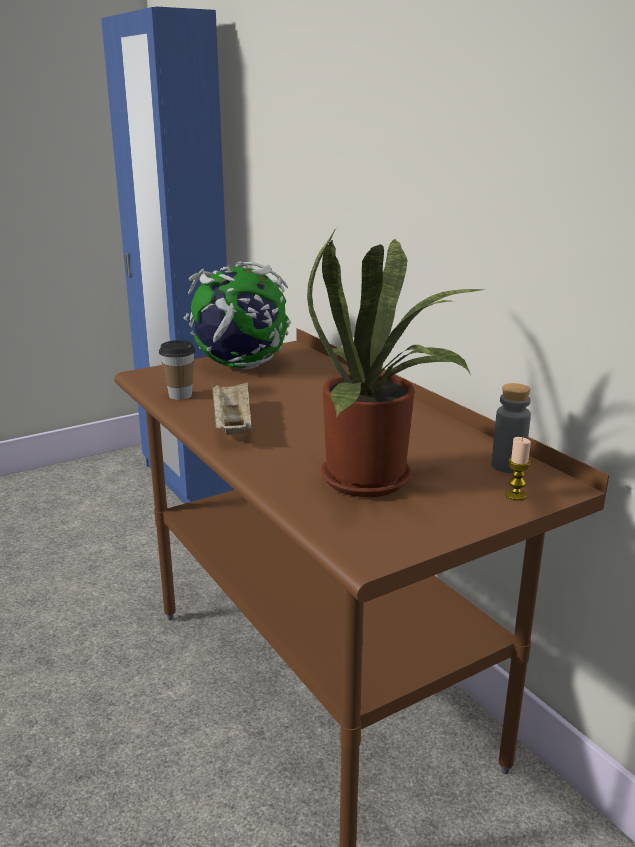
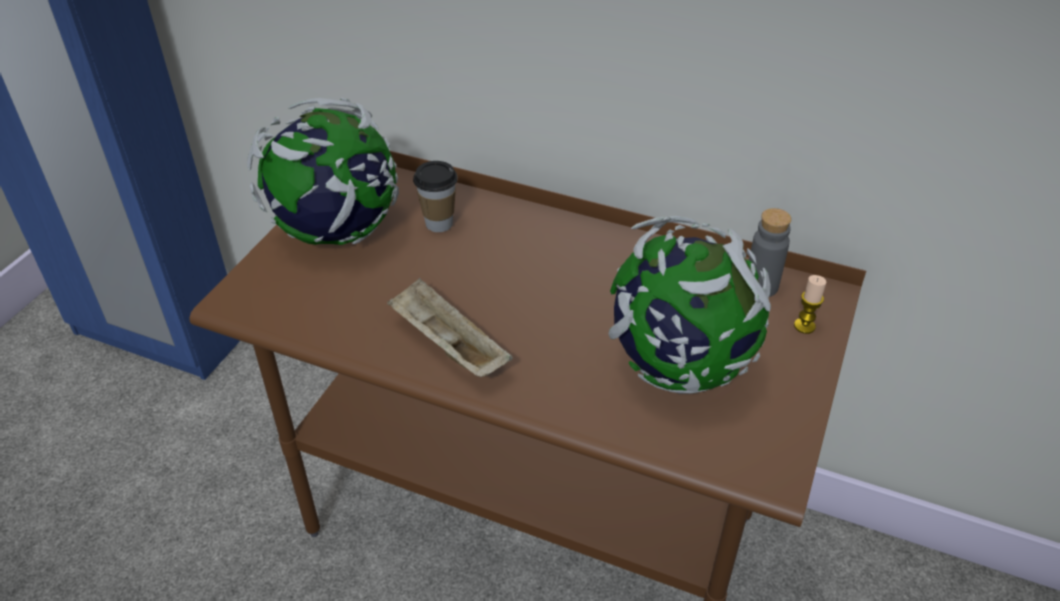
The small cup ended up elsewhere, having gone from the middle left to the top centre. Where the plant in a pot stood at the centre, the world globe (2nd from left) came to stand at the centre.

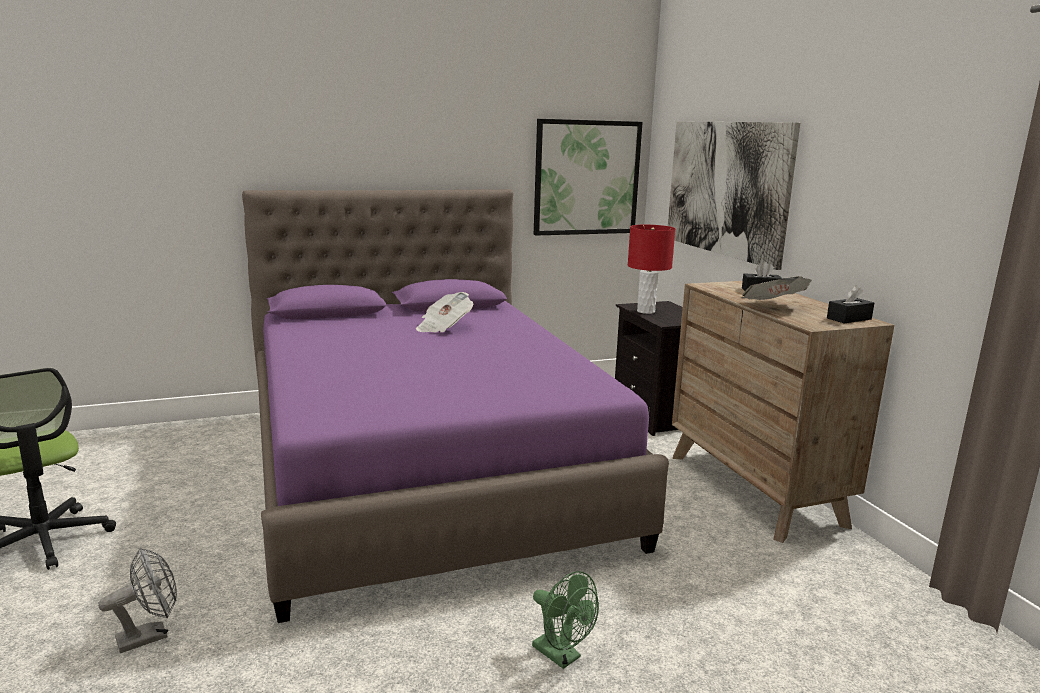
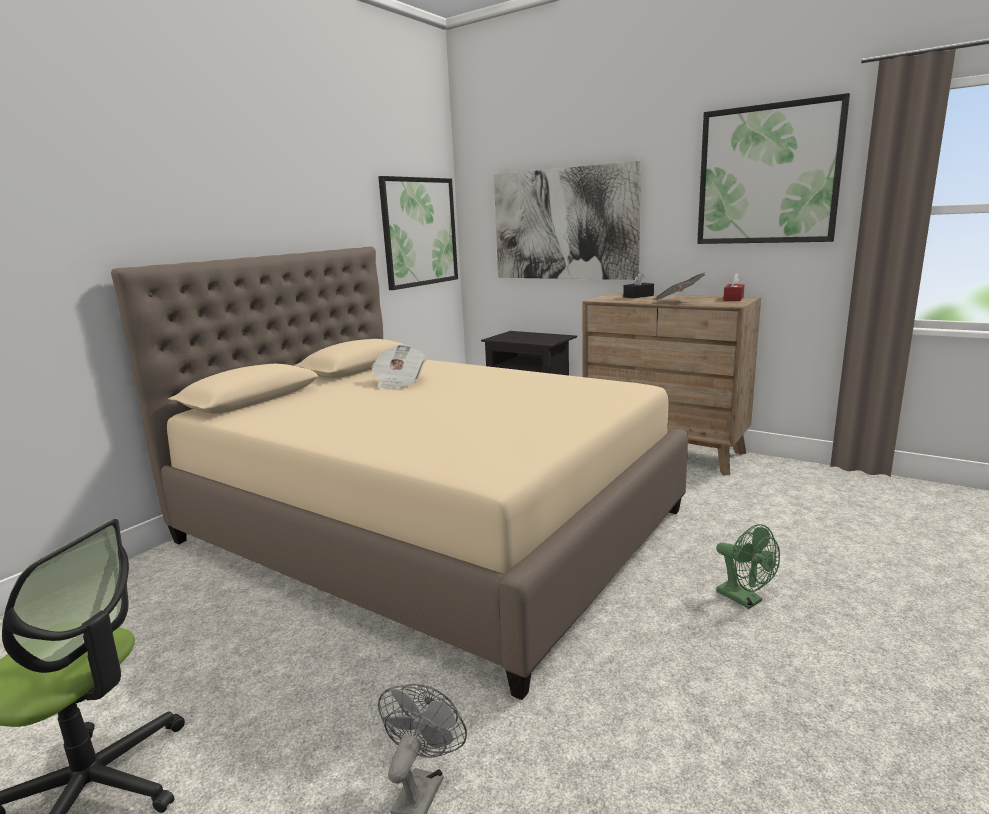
The second view lost the red-coloured lamp for a table at the centre. The second view gained the picture (3rd from left) at the top right. What was the purple-coloured bedroom bed at the centre turned into the sand-coloured bedroom bed at the centre. What was the black box of tissues (2nd from left) at the middle right turned into the red-coloured box of tissues at the middle right. The green fan at the bottom centre ended up facing another way, 45 degrees clockwise from before.

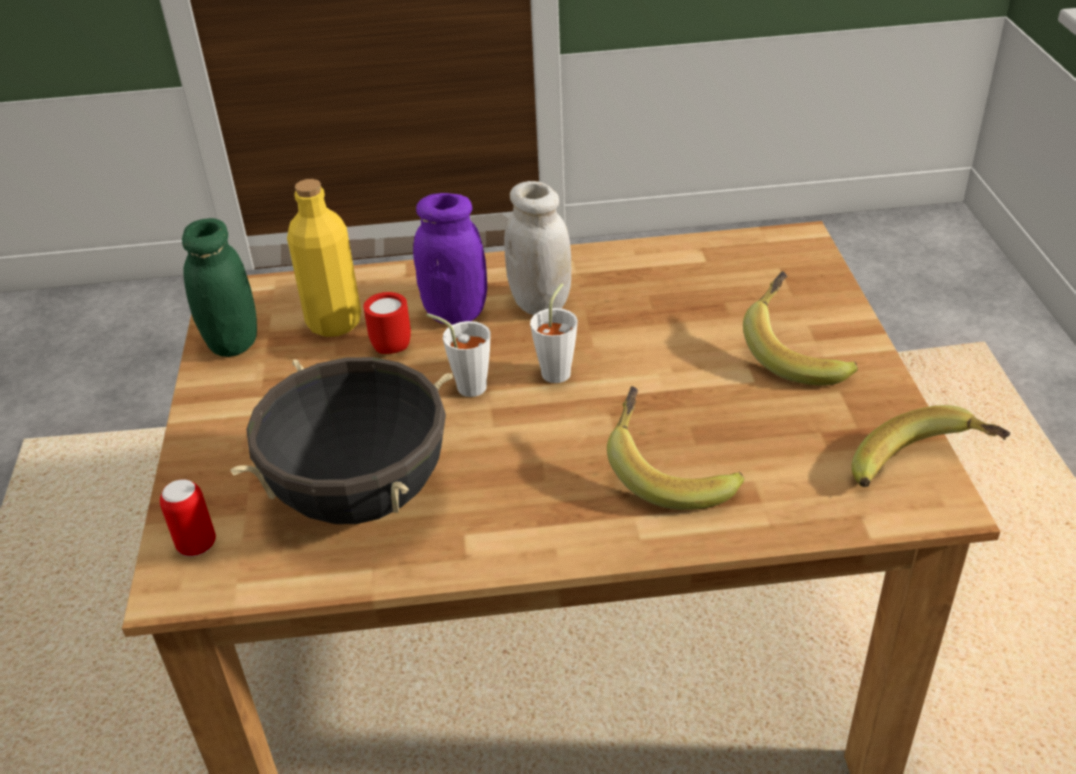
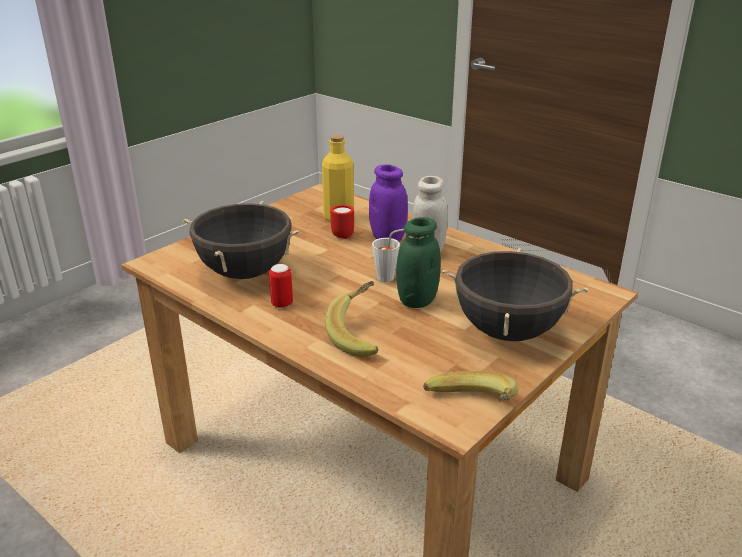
The second view lost the white small cup (1st from left) at the centre. The can ended up elsewhere, having gone from the bottom left to the centre. The green storage jar ended up elsewhere, having gone from the middle left to the centre. Where the whole banana (2nd from left) stood at the middle right, the black cooking pot (2nd from left) came to stand at the middle right.

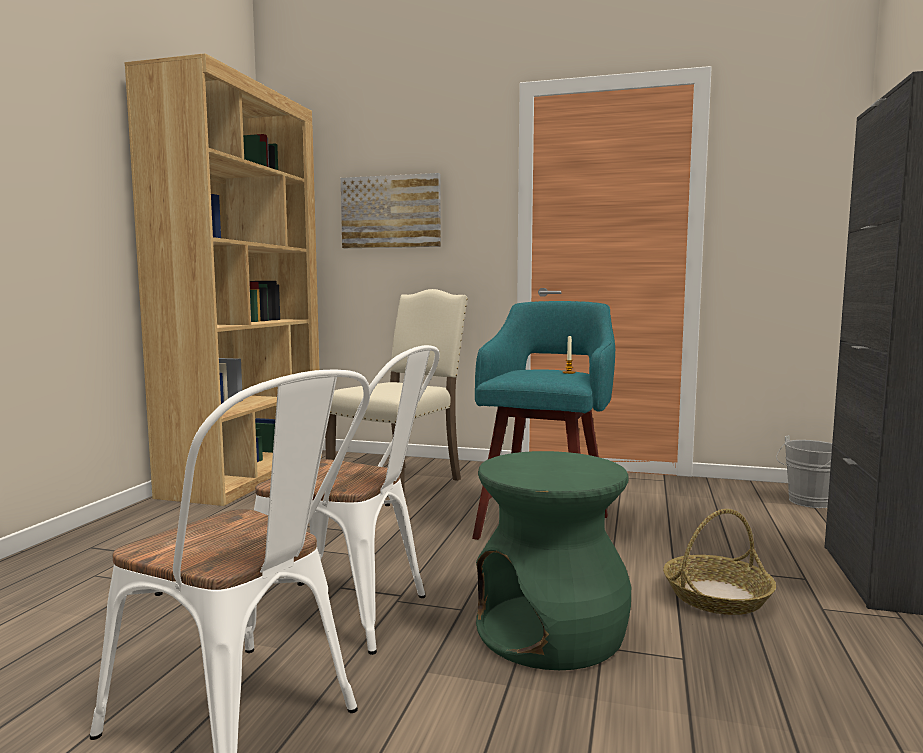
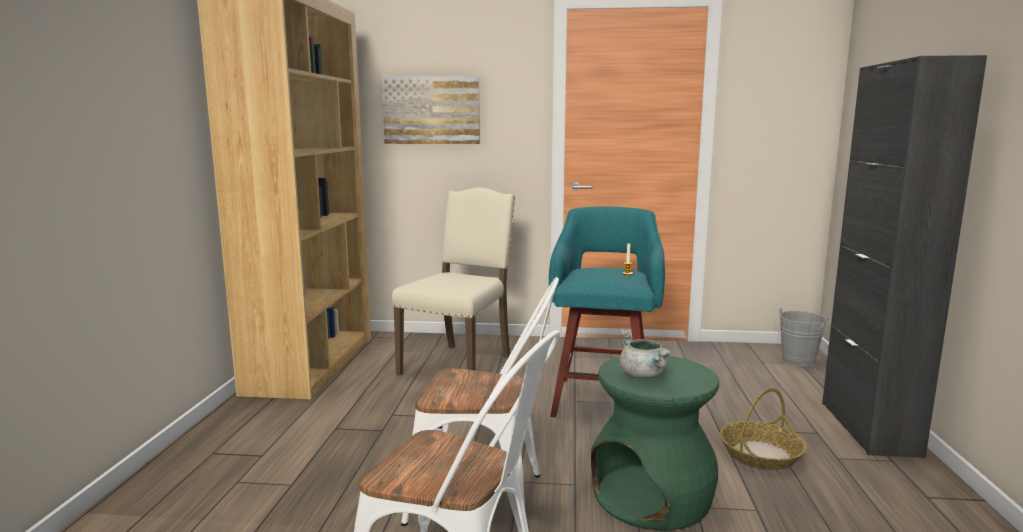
The second view gained the greyish cooking pot at the centre.

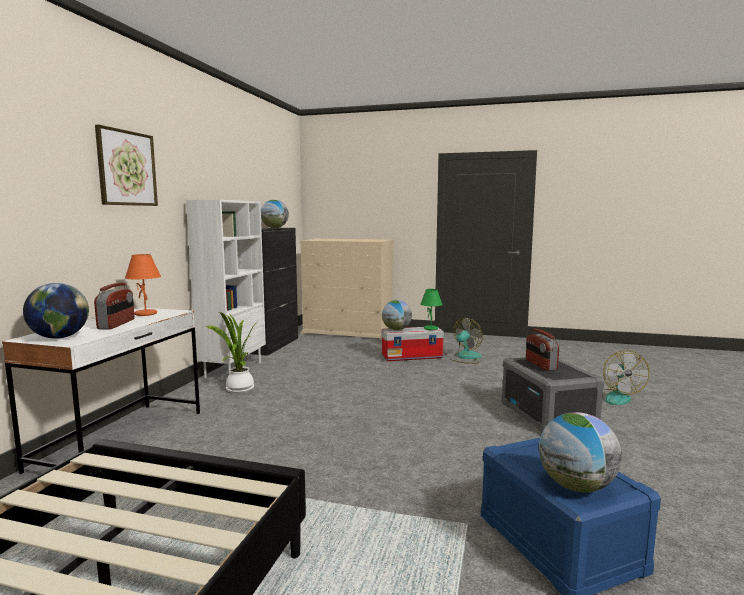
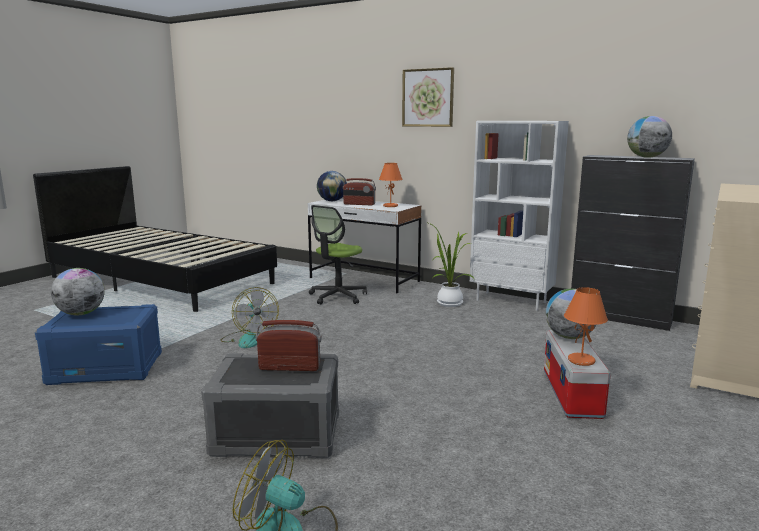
The second view gained the desk chair at the centre. The fan (1st from left) ended up elsewhere, having gone from the centre to the middle left. What was the green lamp for a table at the centre turned into the orange-coloured lamp for a table (2nd from left) at the middle right.

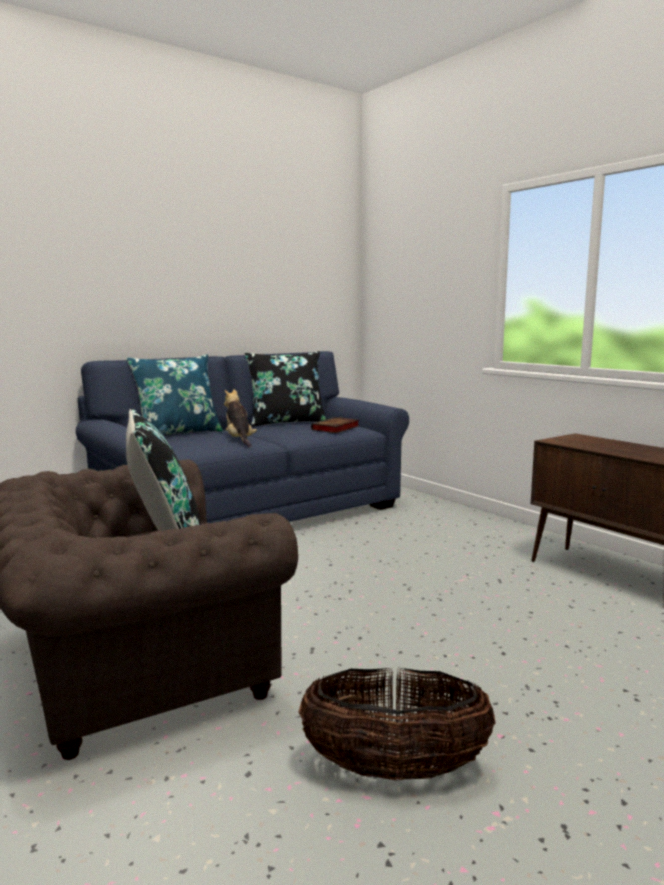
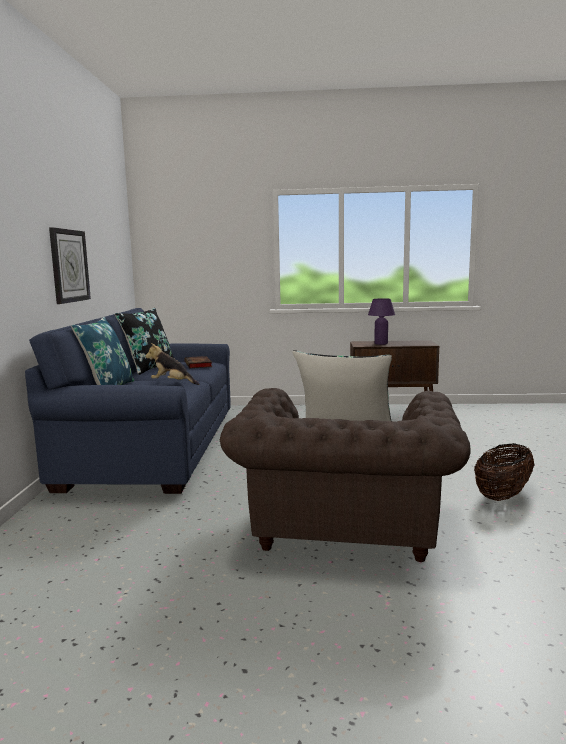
The second view gained the clock on the wall at the middle left. The second view gained the purple-coloured lamp for a table at the middle right.

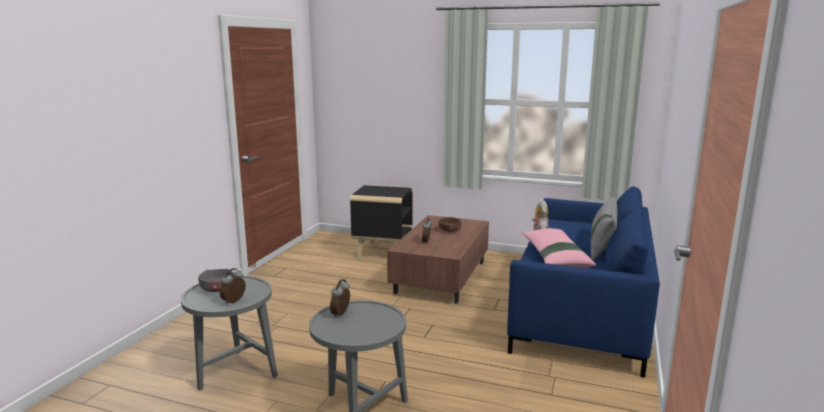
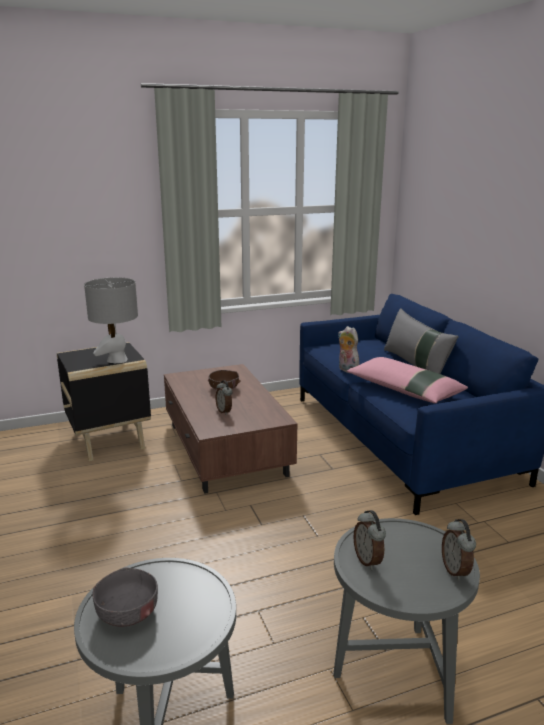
The second view gained the greyish lamp for a table at the middle left. The table clock (1st from left in the first image) ended up elsewhere, having gone from the bottom left to the bottom right.

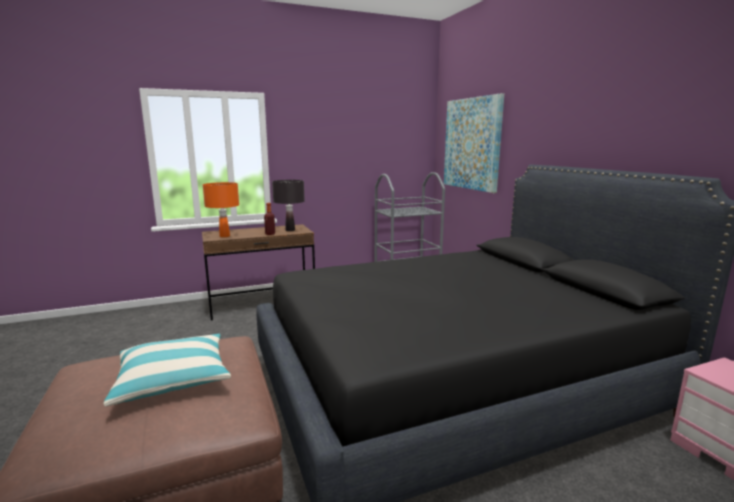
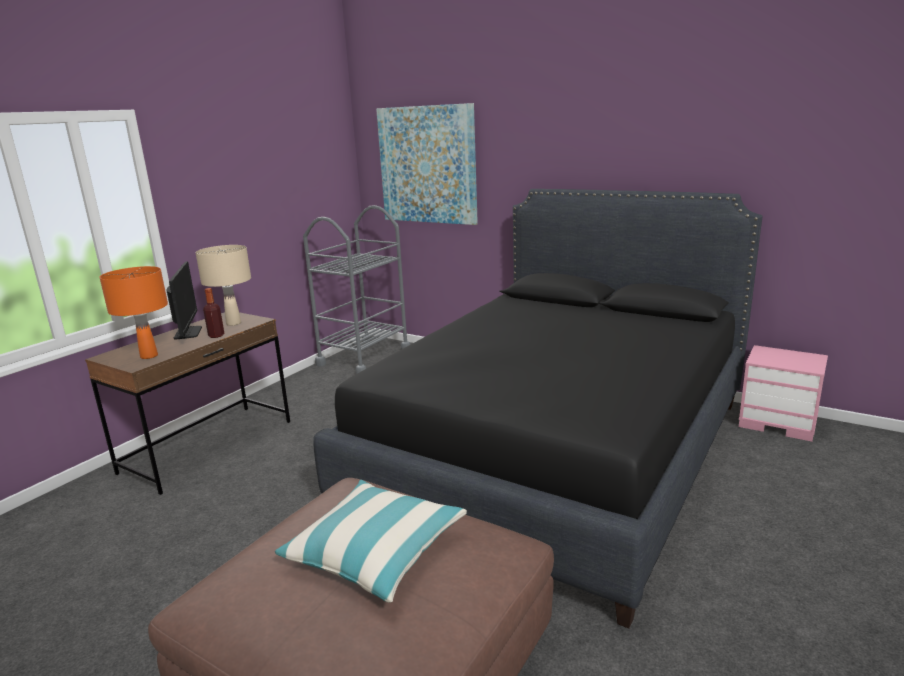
The second view gained the monitor at the middle left. What was the black lamp for a table at the centre turned into the sand-coloured lamp for a table at the middle left.

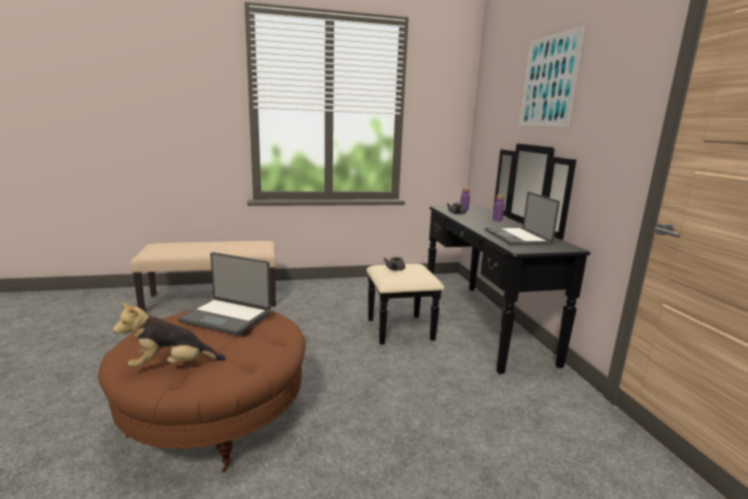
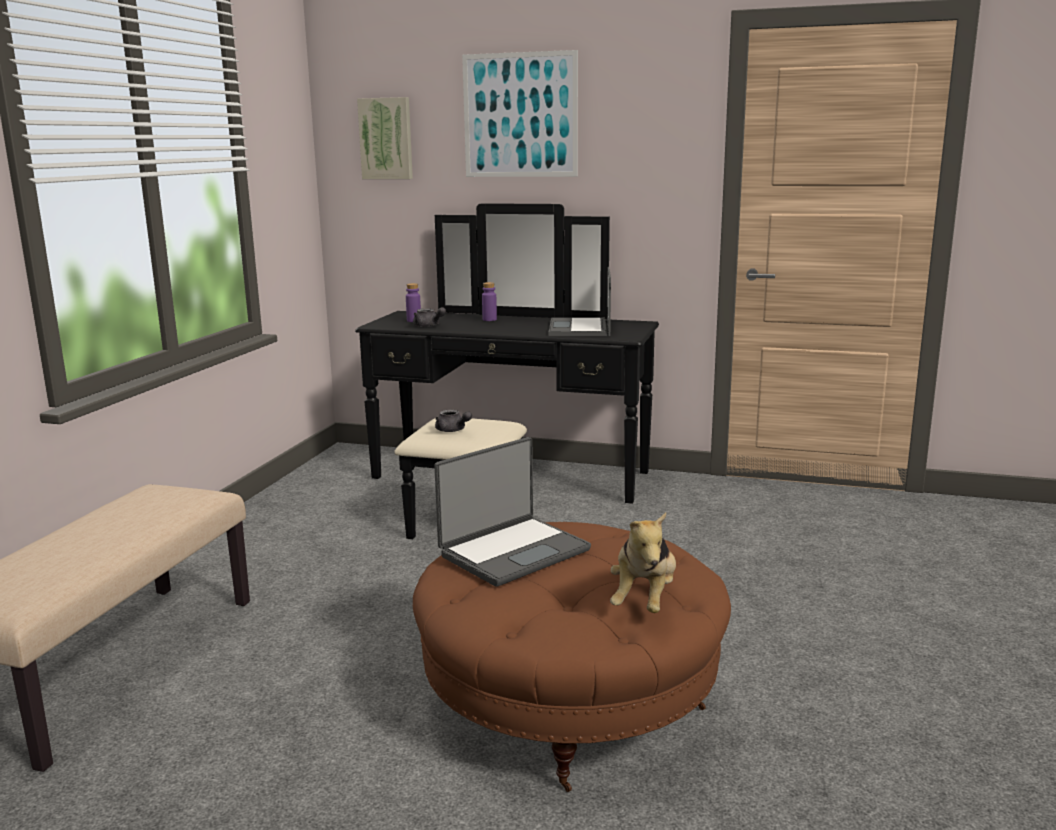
The second view gained the picture (1st from left) at the top centre. The portable computer (2nd from left) at the middle right ended up facing another way, 75 degrees clockwise from before.

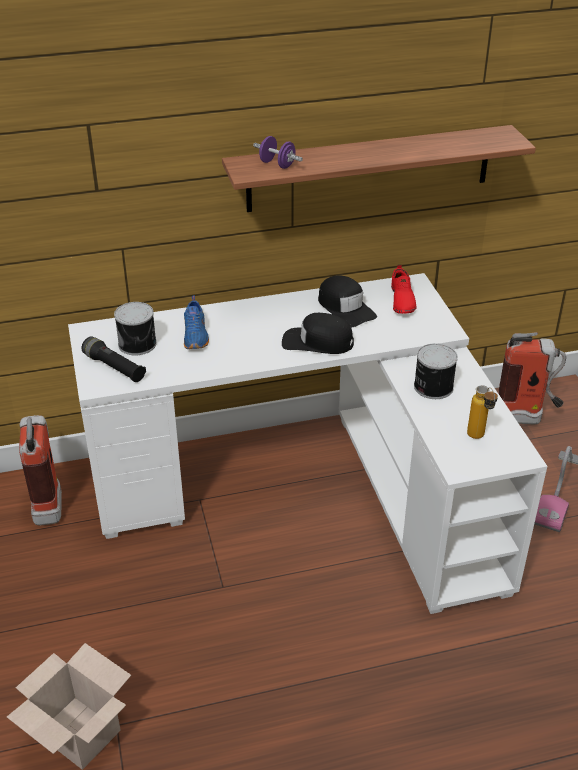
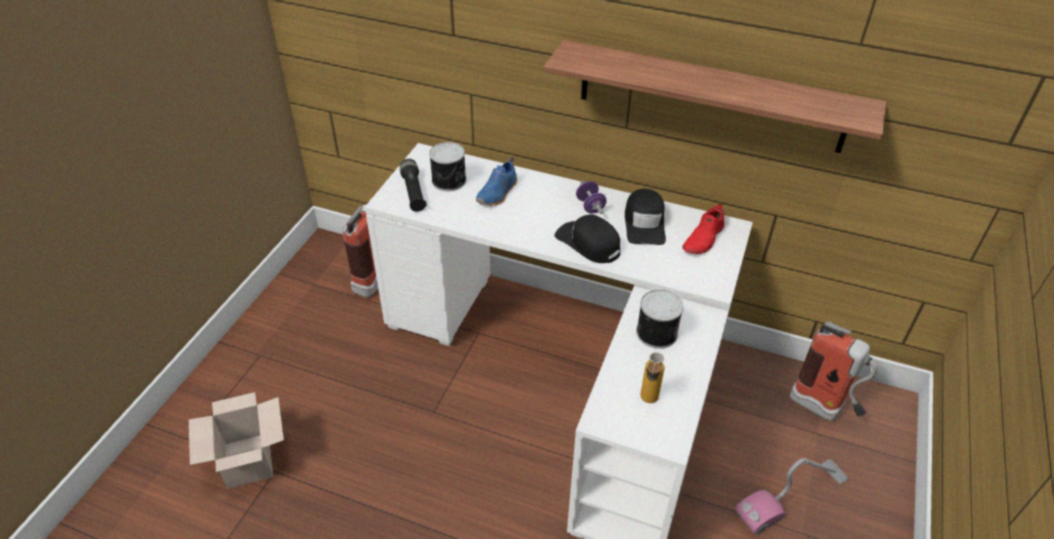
The purple-coloured hand weight ended up elsewhere, having gone from the top centre to the centre.

